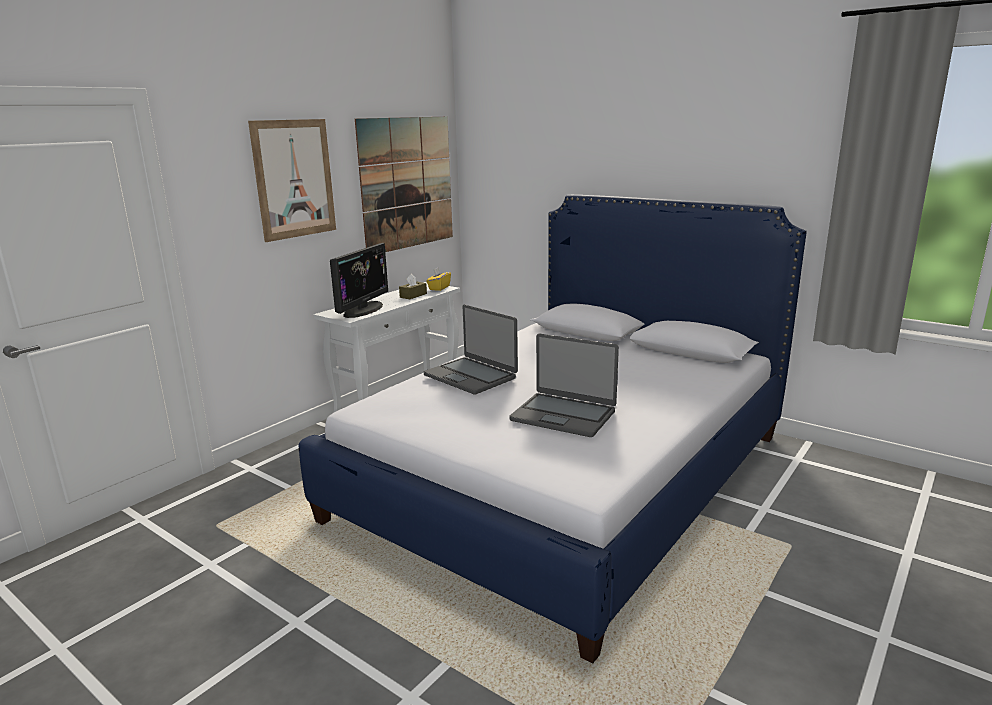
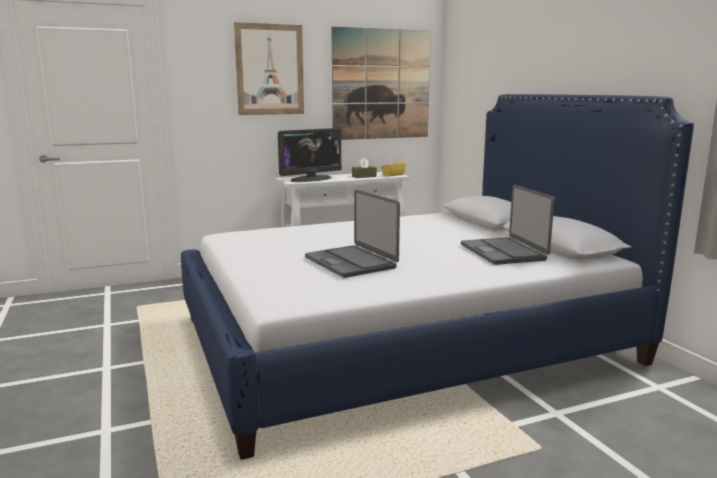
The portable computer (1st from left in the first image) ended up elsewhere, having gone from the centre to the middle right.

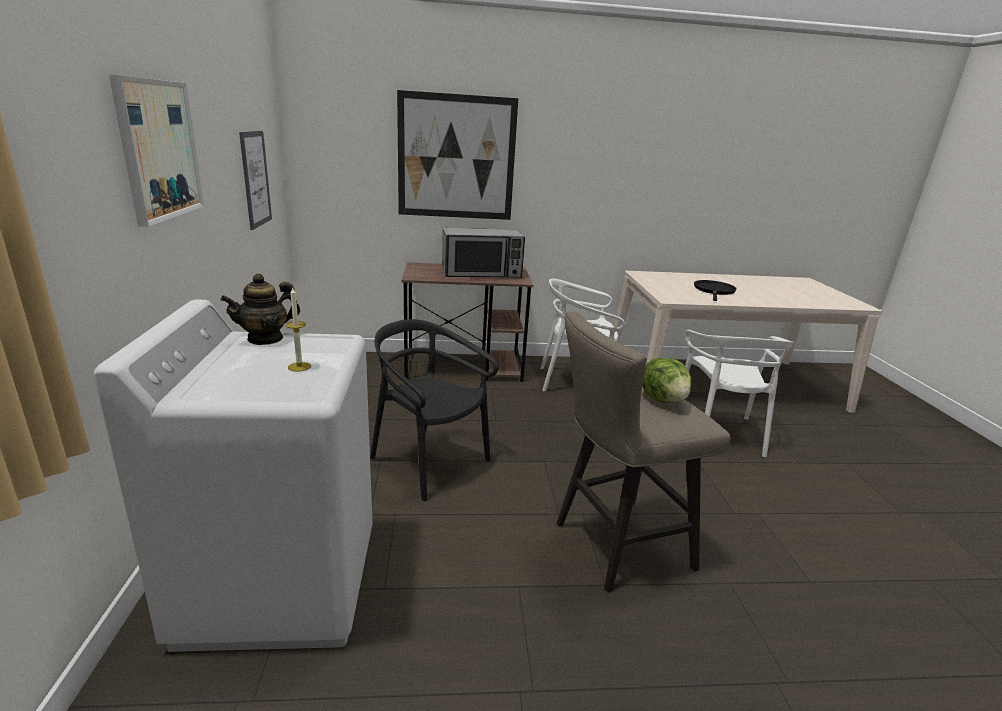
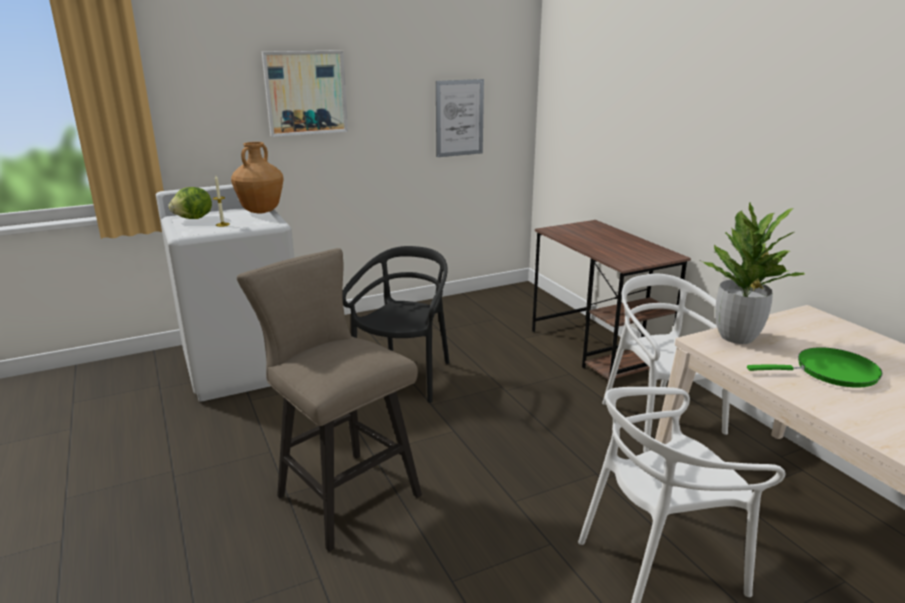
The second view lost the picture (3rd from left) at the top centre. The second view lost the kitchen microwave at the centre. The second view gained the plant in a pot at the middle right. The lettuce head ended up elsewhere, having gone from the centre to the middle left. Where the tea pot stood at the middle left, the brownish flower vase came to stand at the top left. What was the black frying pan at the middle right turned into the green frying pan at the middle right.

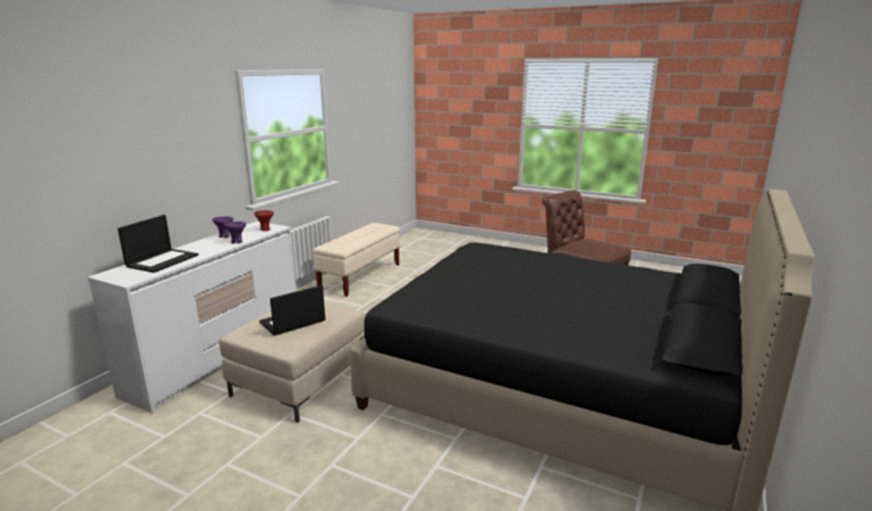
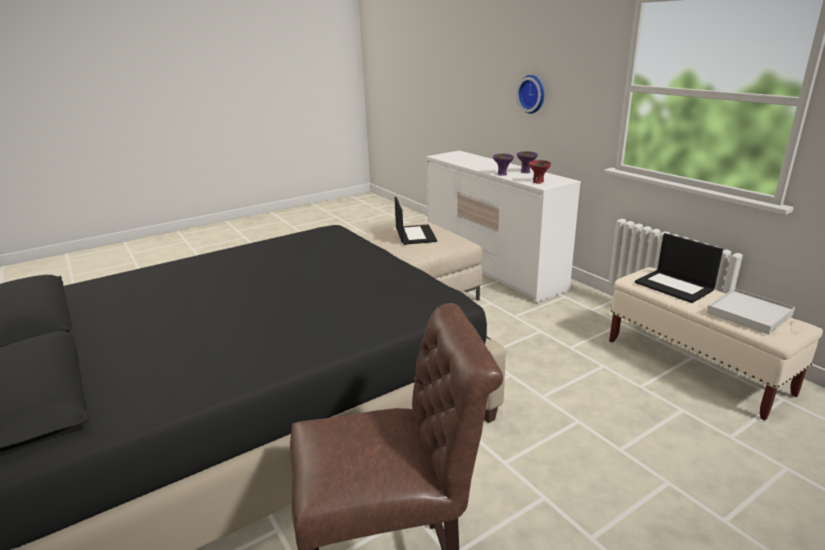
The second view gained the clock on the wall at the top centre. The second view gained the white carrying tray at the middle right. The portable computer (1st from left in the first image) ended up elsewhere, having gone from the middle left to the middle right.

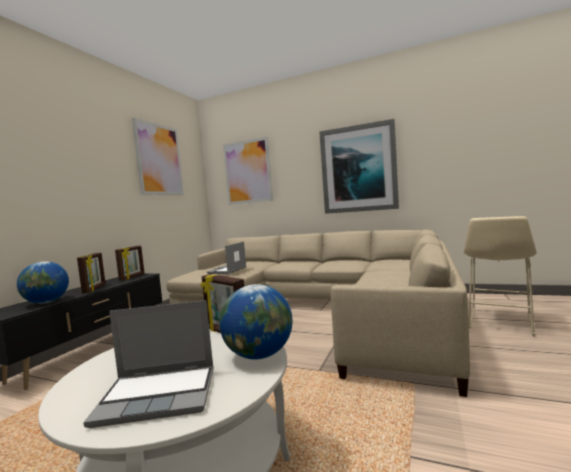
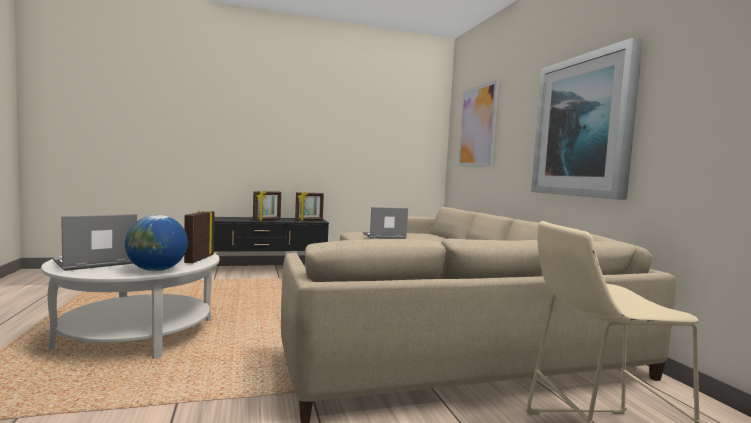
The second view lost the world globe (1st from left) at the middle left. The second view lost the picture (1st from left) at the top left. The portable computer (1st from left) at the bottom left ended up facing another way, 90 degrees clockwise from before.

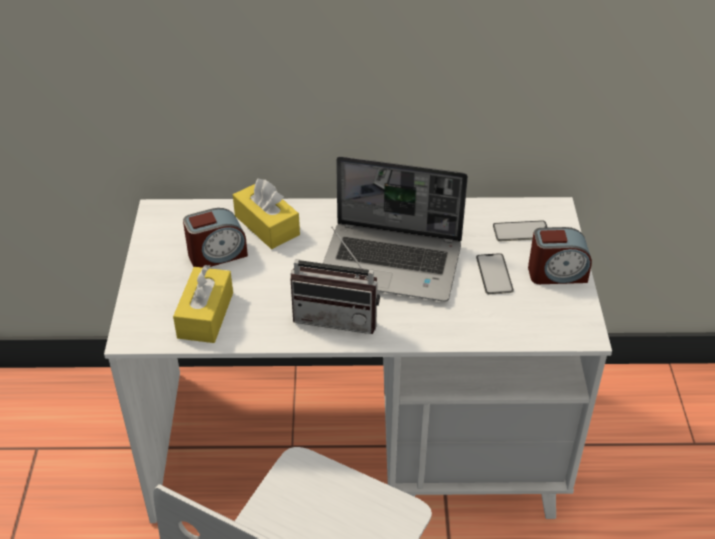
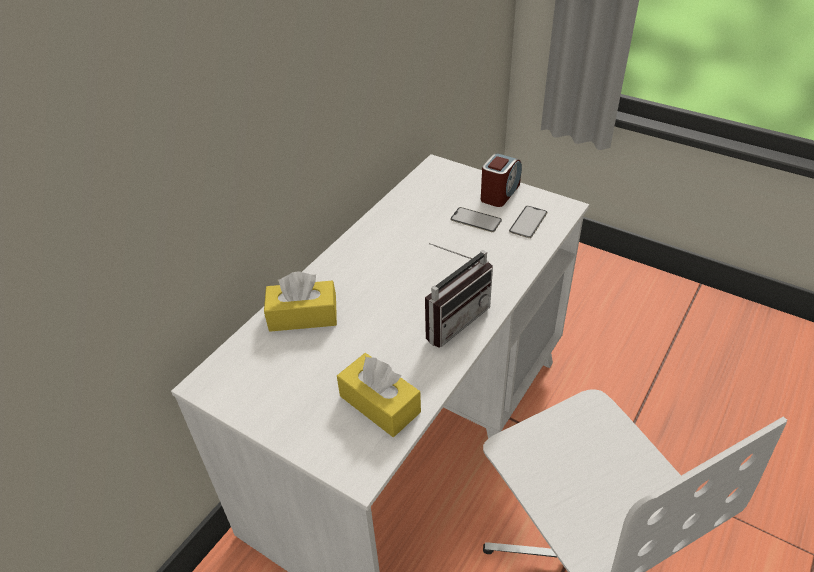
The second view lost the table clock (1st from left) at the middle left. The second view lost the portable computer at the centre. The phone (2nd from left) ended up elsewhere, having gone from the middle right to the centre.

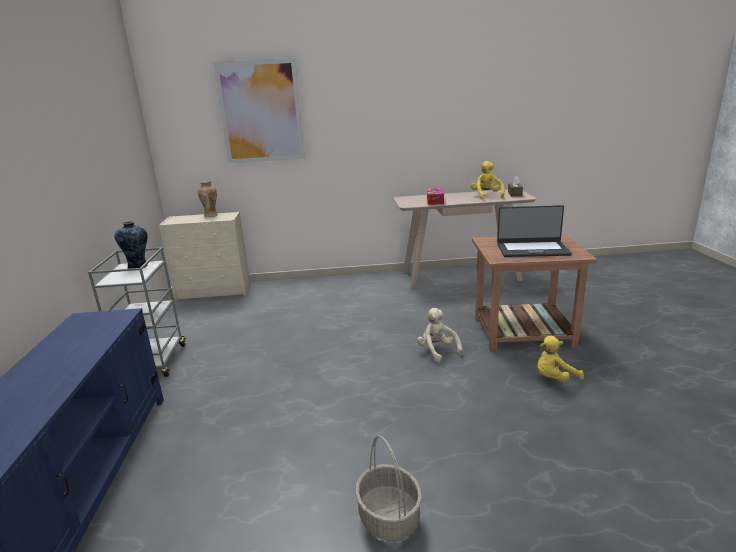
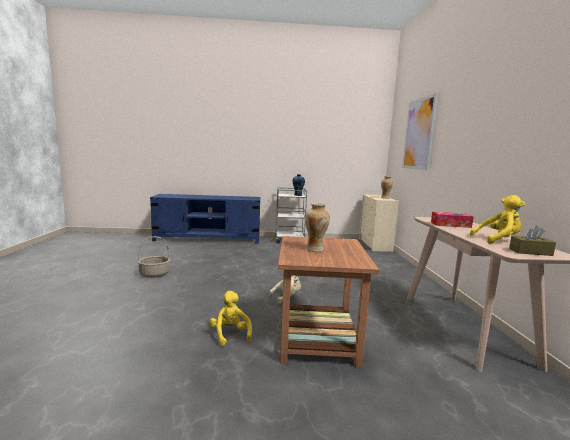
Where the portable computer stood at the middle right, the flower vase (2nd from left) came to stand at the centre.

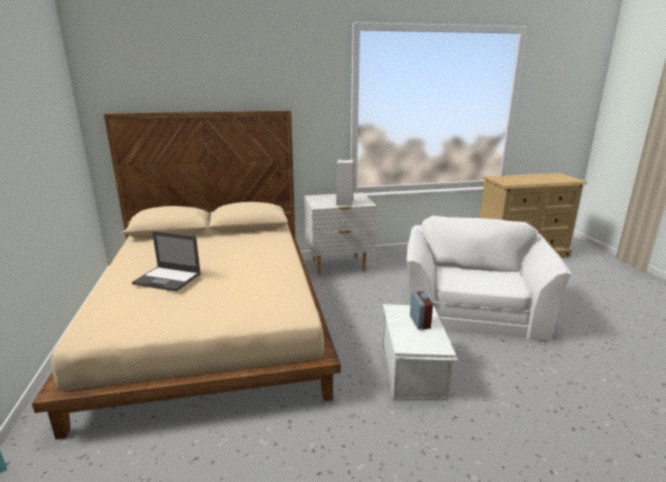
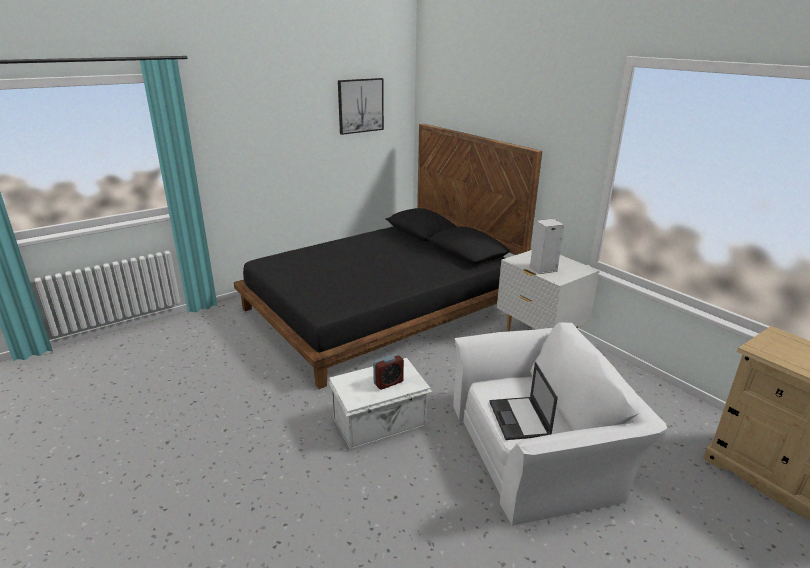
The second view gained the picture at the top centre. The portable computer ended up elsewhere, having gone from the middle left to the bottom centre. What was the sand-coloured bedroom bed at the middle left turned into the black bedroom bed at the centre.

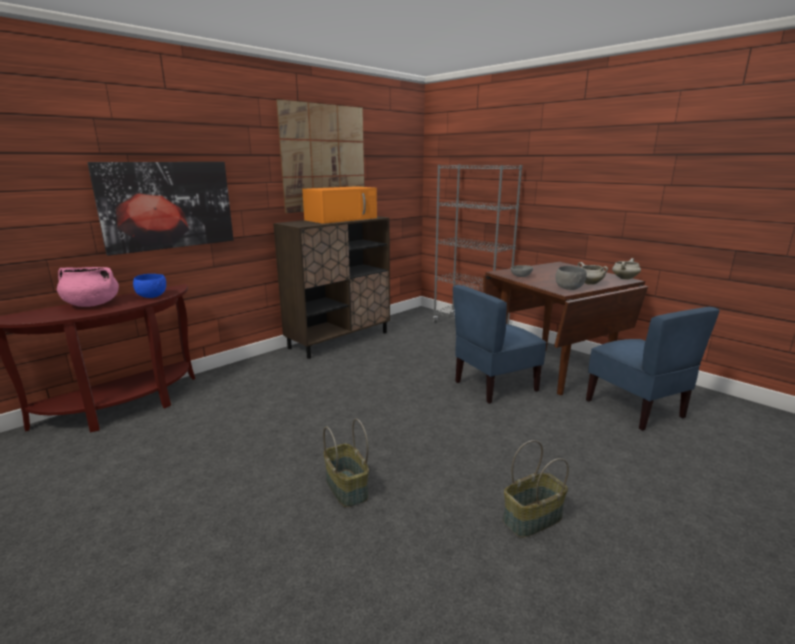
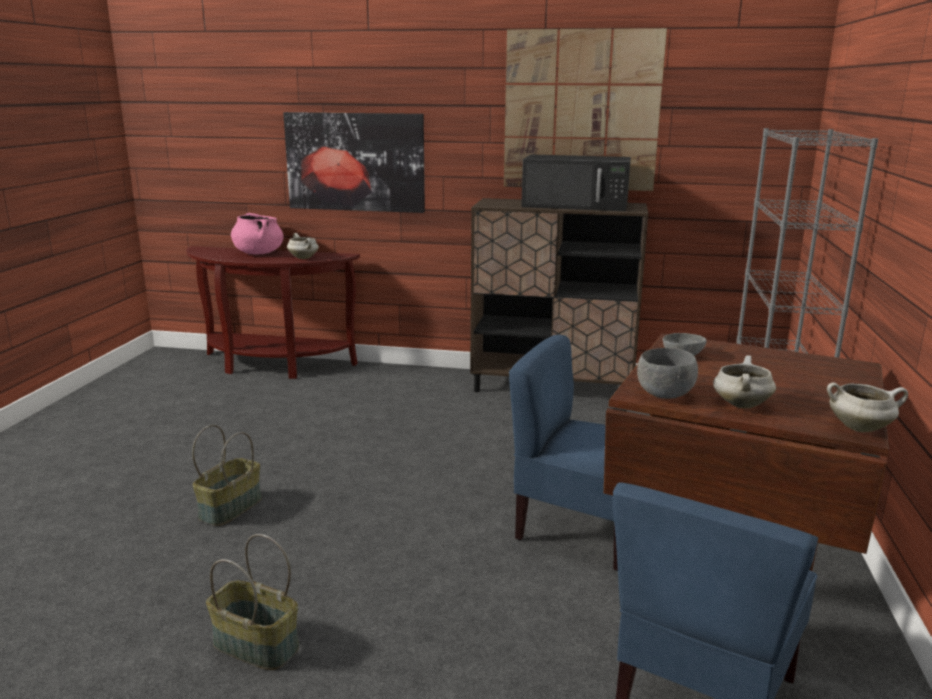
Where the blue-coloured serving bowl stood at the middle left, the white cooking pot (1st from left) came to stand at the middle left. What was the orange-coloured kitchen microwave at the top centre turned into the black kitchen microwave at the top centre.

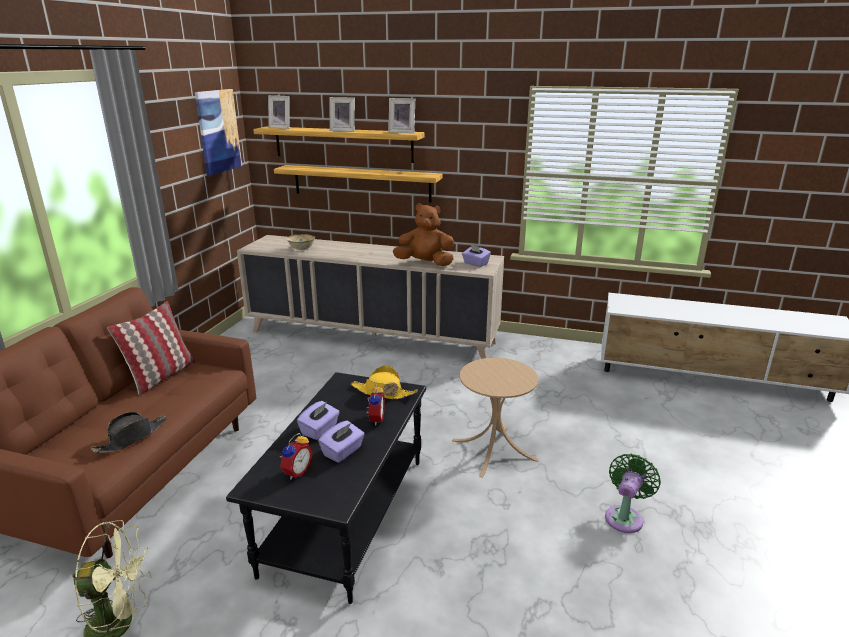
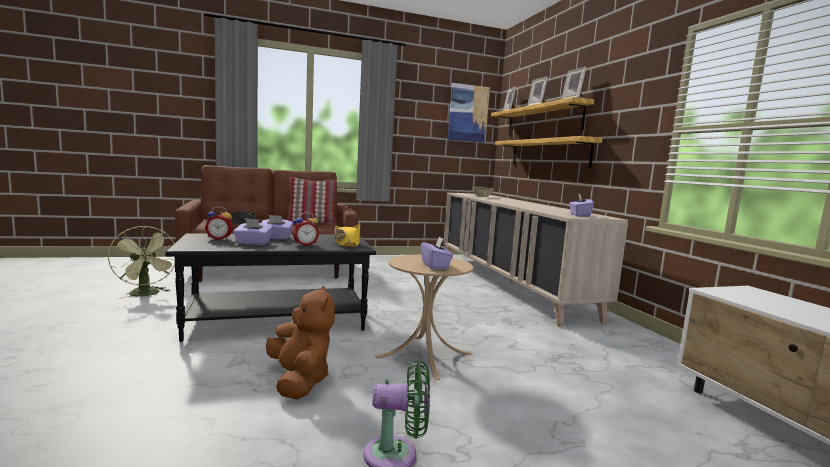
The second view gained the purple-coloured box of tissues (3rd from left) at the centre. The brownish cuddly toy ended up elsewhere, having gone from the centre to the bottom centre.

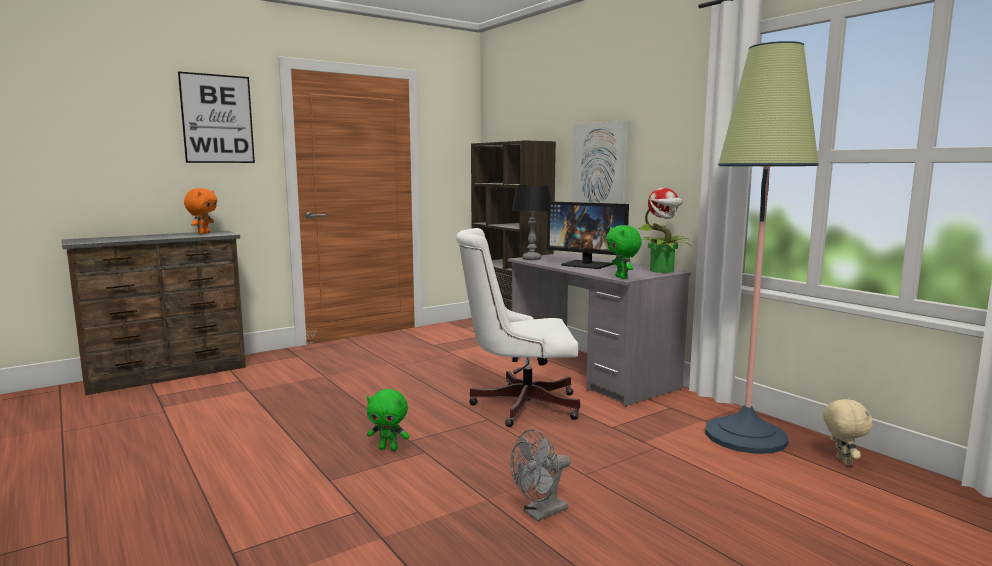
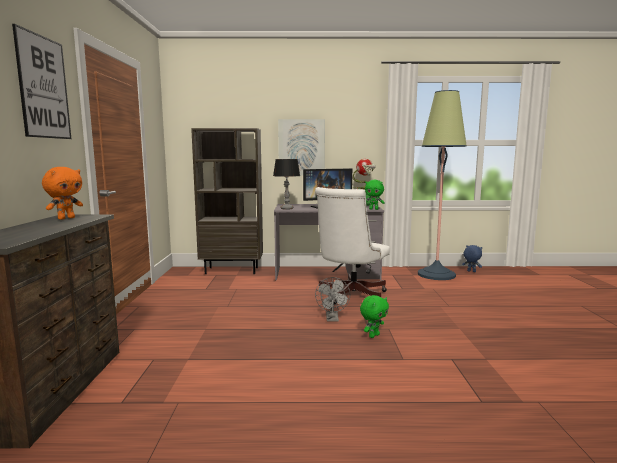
The greyish fan ended up elsewhere, having gone from the bottom centre to the centre. What was the sand-coloured cuddly toy at the bottom right turned into the blue-coloured cuddly toy at the middle right. The orange-coloured cuddly toy at the middle left ended up facing another way, 75 degrees clockwise from before.

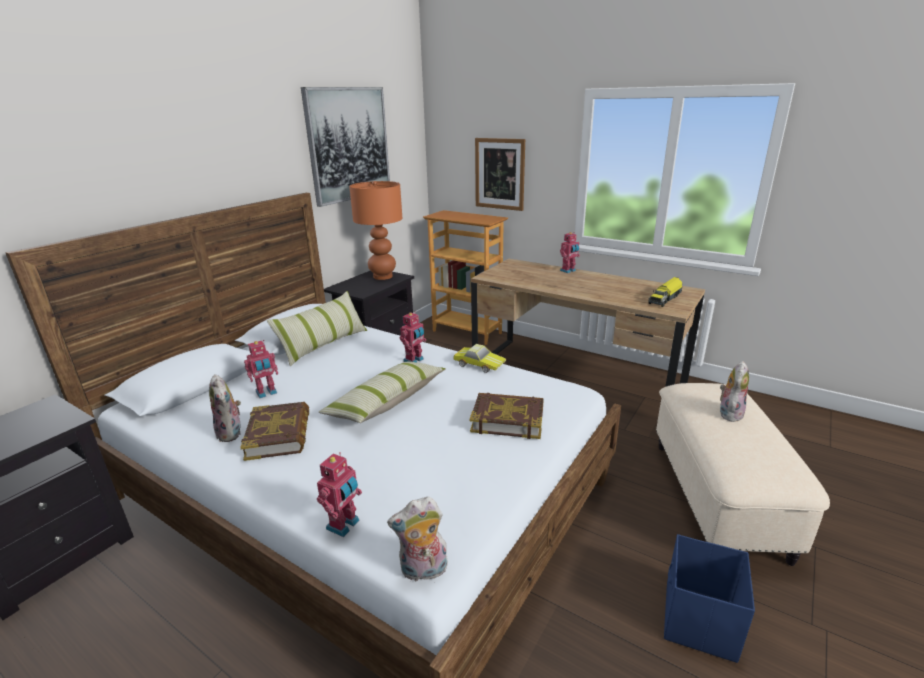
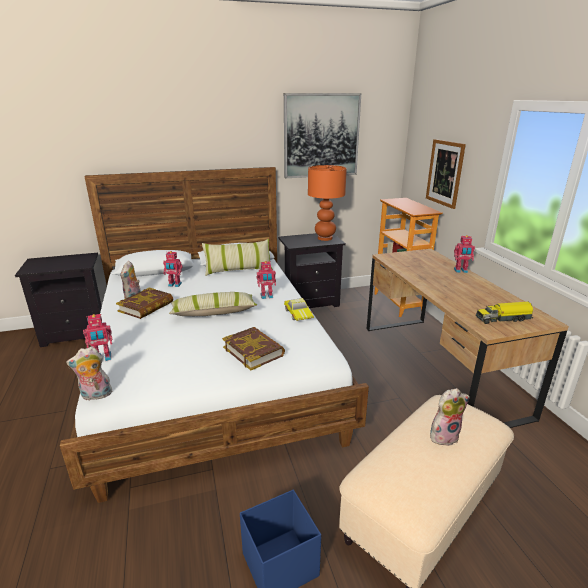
The cuddly toy (2nd from left in the first image) at the bottom centre ended up facing another way, 45 degrees counterclockwise from before.

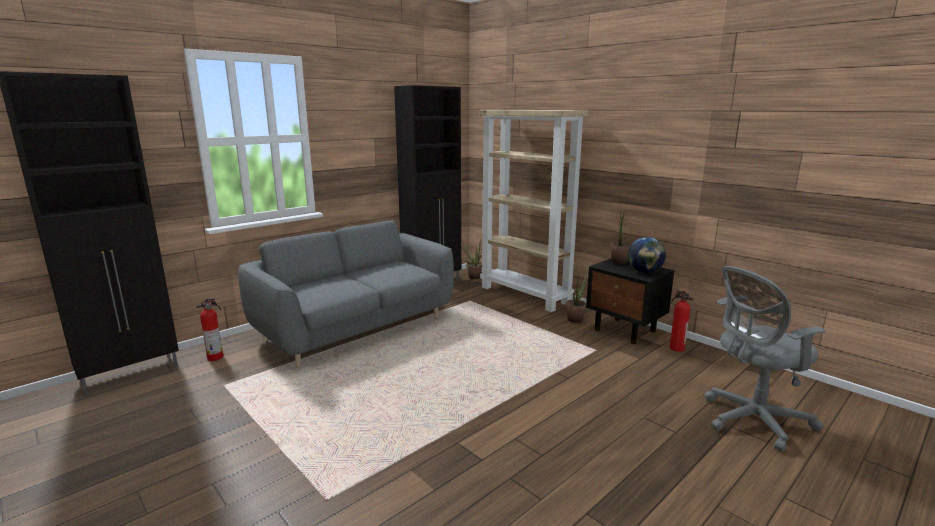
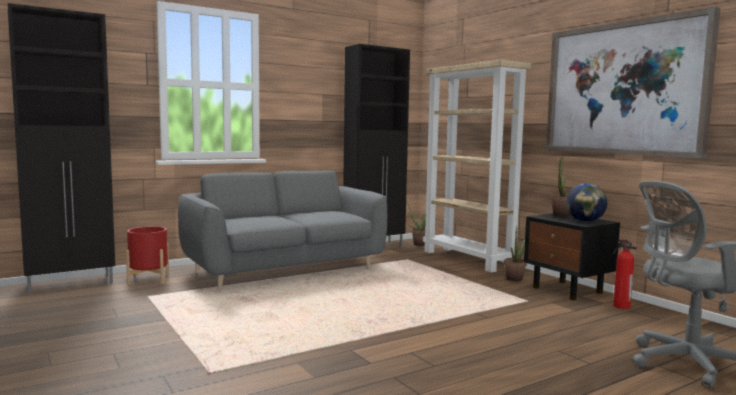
The second view gained the picture at the top right. Where the fire-fighting cylinder (1st from left) stood at the middle left, the red-coloured planter came to stand at the middle left.

